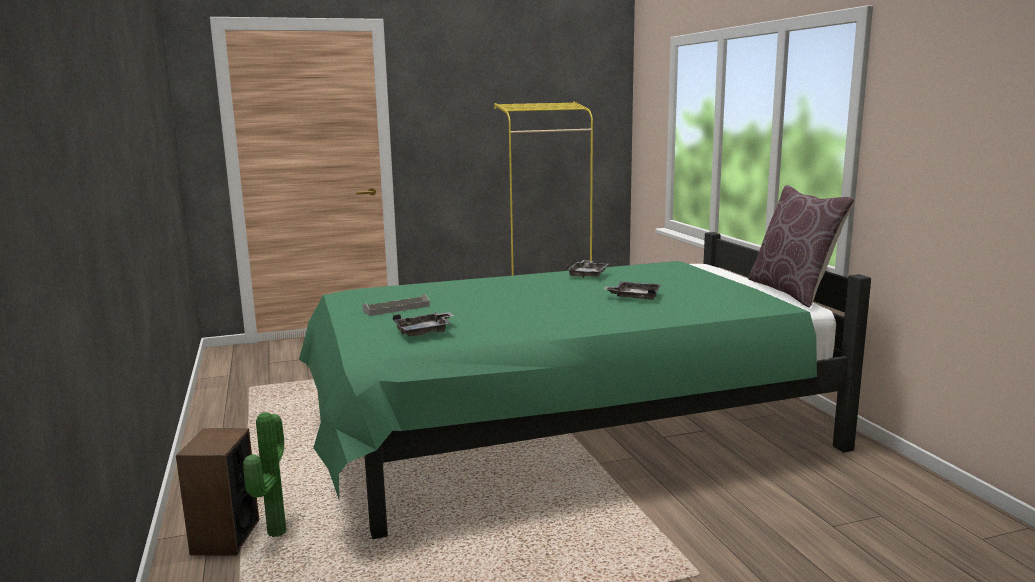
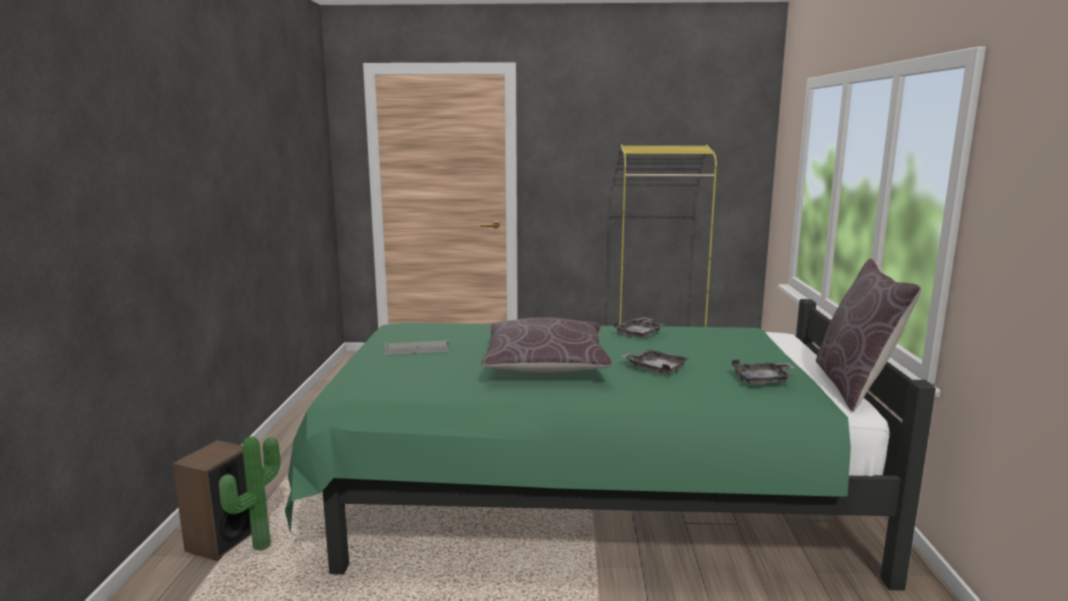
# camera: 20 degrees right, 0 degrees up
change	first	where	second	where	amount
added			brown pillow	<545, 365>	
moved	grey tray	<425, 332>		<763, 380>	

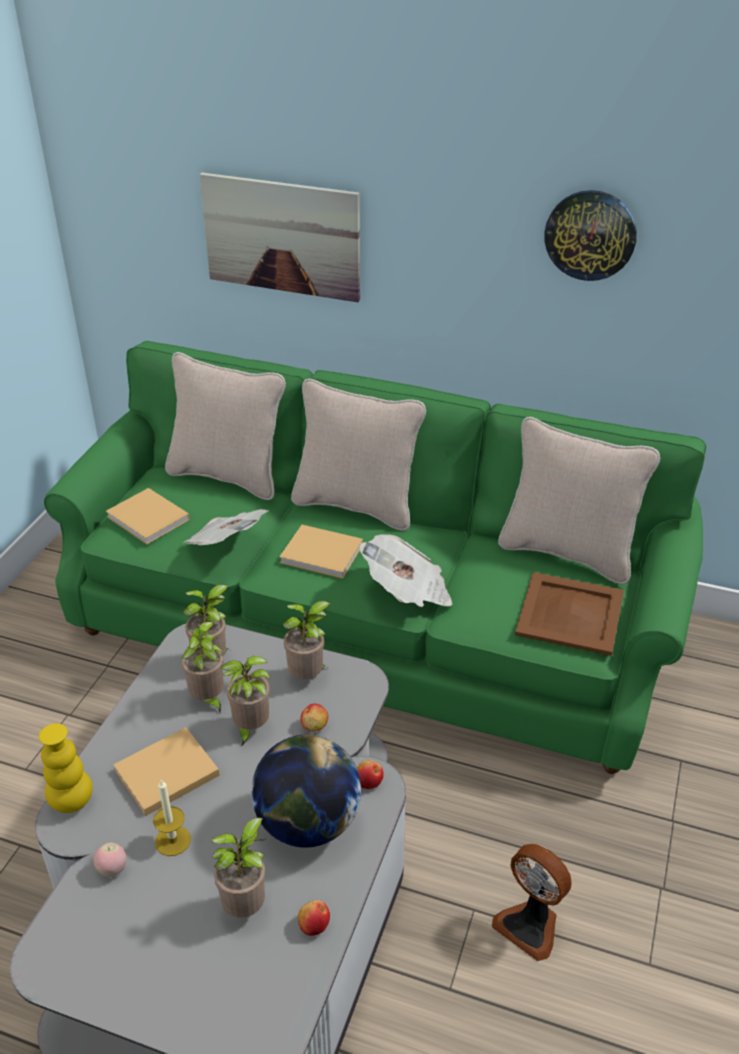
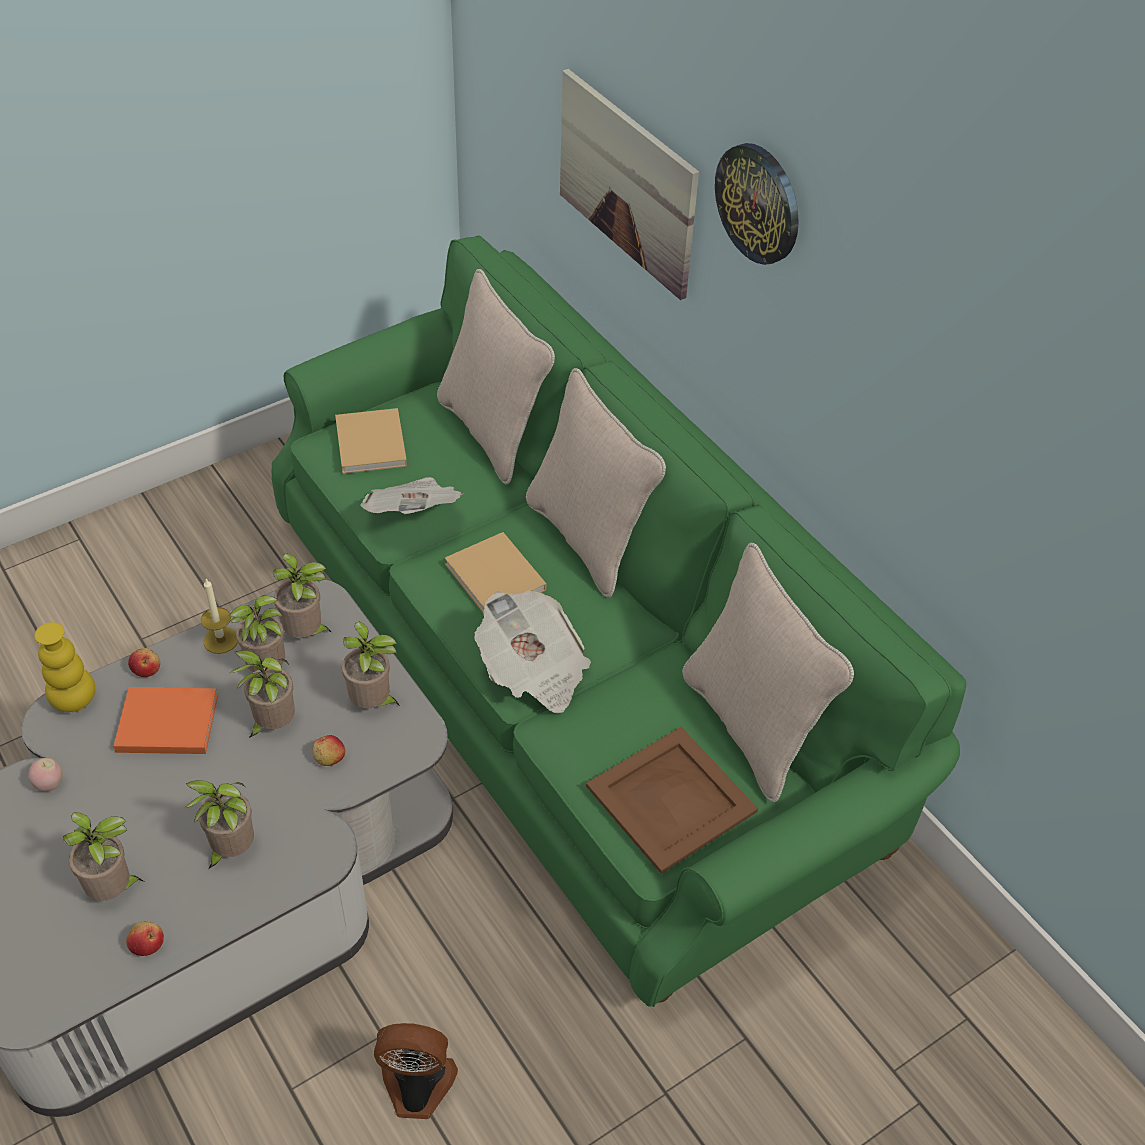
# camera: 35 degrees right, 10 degrees up
change	first	where	second	where	amount
recoloured	beige book	<164, 774>	orange book	<164, 723>	
moved	apple	<368, 781>		<146, 669>	
replaced	globe	<308, 824>	potted plant	<231, 850>	
moved	candle	<173, 840>		<221, 640>	
turned	fan	<530, 925>		<417, 1087>	105 degrees clockwise
moved	wall clock	<590, 235>		<759, 203>	

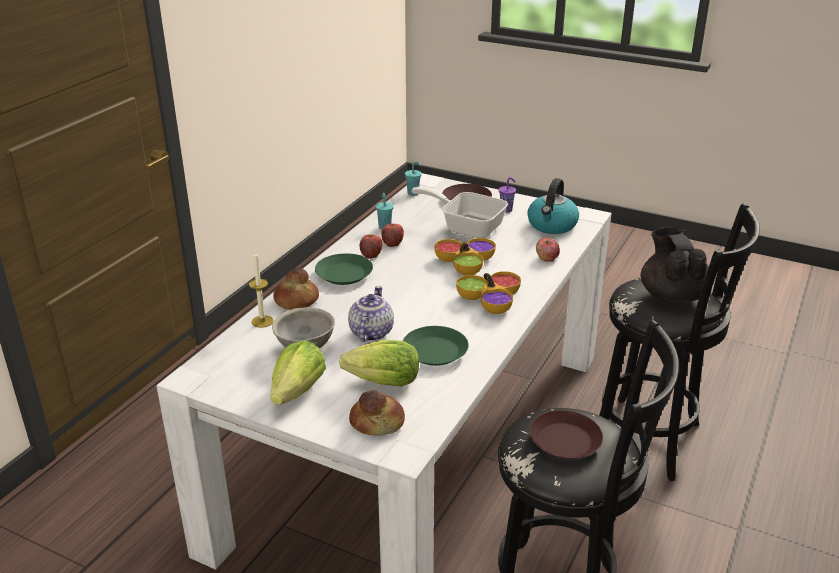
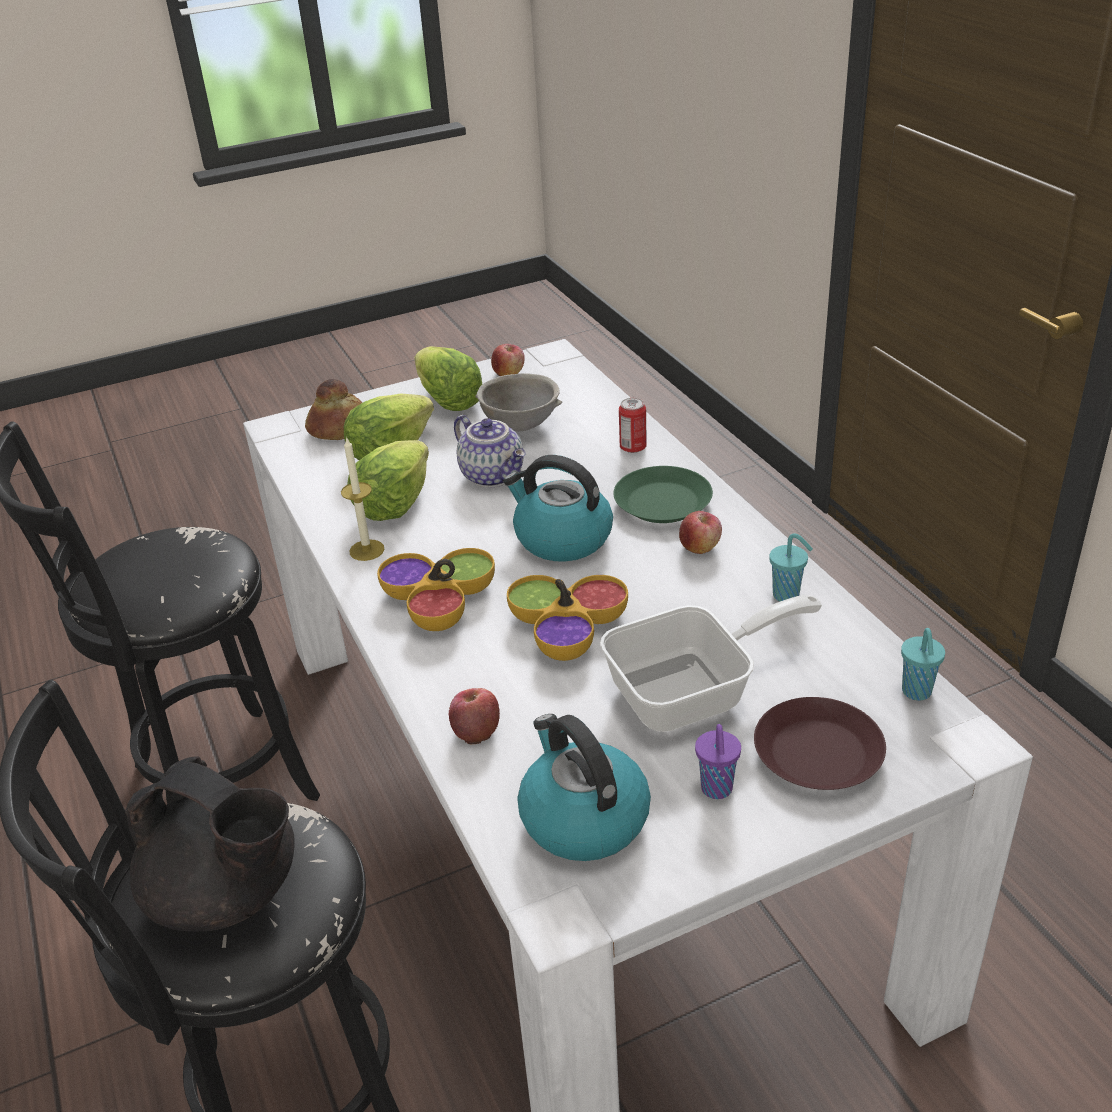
# camera: 130 degrees right, 5 degrees up
change	first	where	second	where	amount
moved	candle	<262, 321>		<367, 550>	
replaced	green plate	<435, 351>	lettuce	<393, 505>	
moved	apple	<392, 242>		<509, 373>	
added			kettle	<561, 538>	
replaced	bread	<296, 301>	can	<633, 448>	
removed	brown plate	<565, 441>			

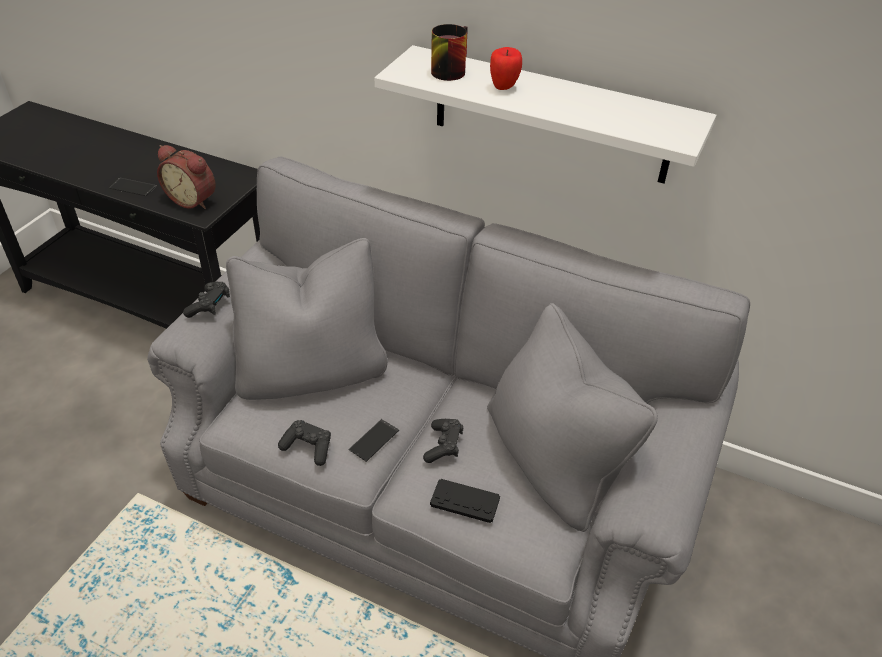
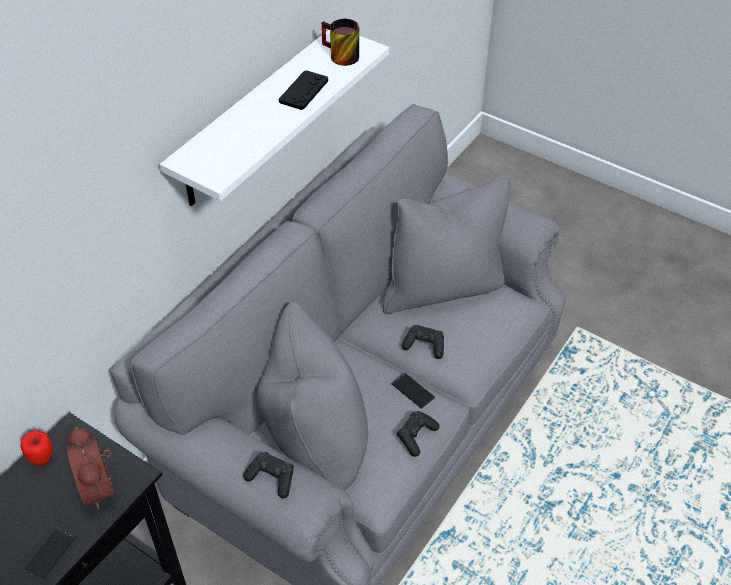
# camera: 80 degrees left, 5 degrees up
change	first	where	second	where	amount
moved	apple	<504, 87>		<42, 459>	
turned	alarm clock	<193, 199>		<101, 485>	120 degrees clockwise
moved	black game controller	<465, 501>		<303, 91>	
moved	mug	<448, 69>		<339, 56>	

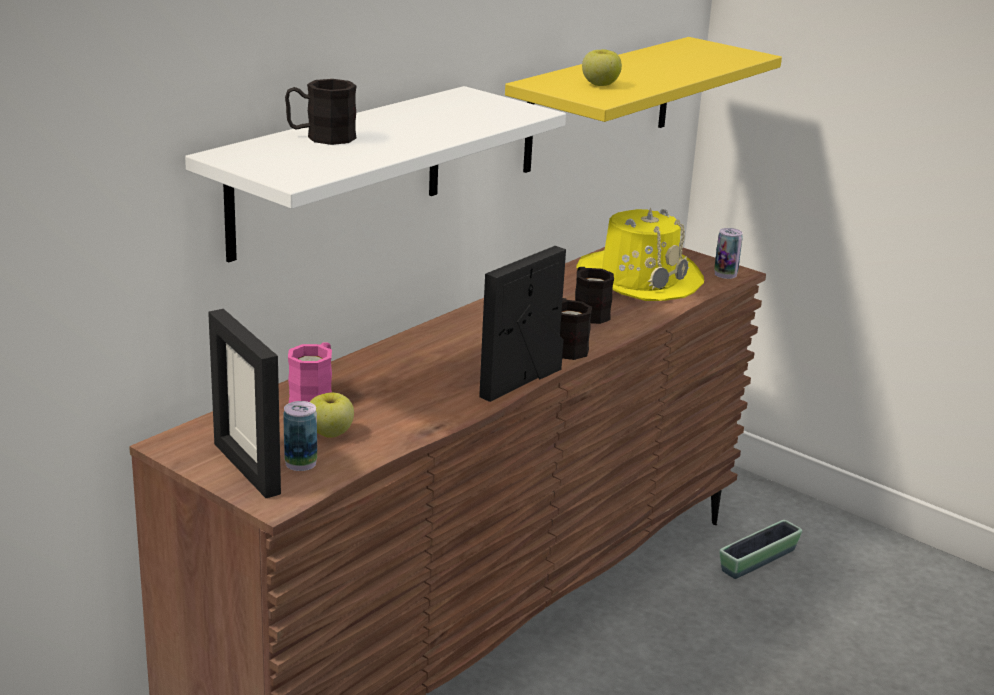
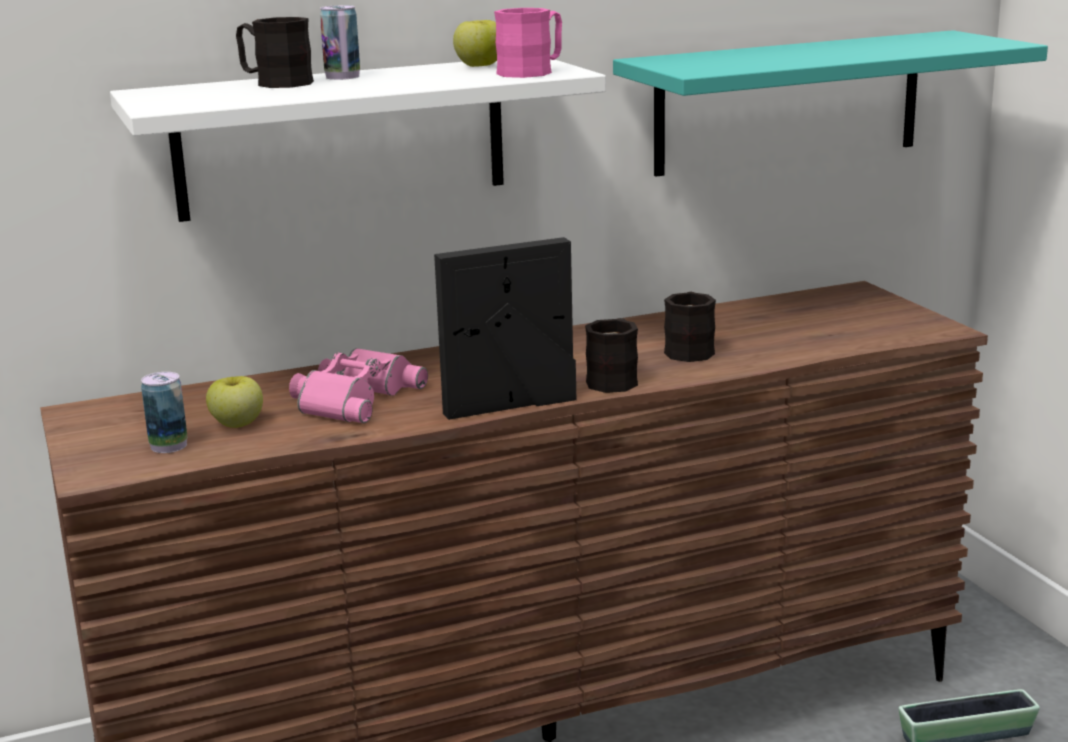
# camera: 30 degrees right, 5 degrees down
change	first	where	second	where	amount
added			pink binoculars	<353, 398>	
moved	can	<725, 274>		<342, 77>	
moved	apple	<600, 84>		<480, 66>	
moved	pink mug	<314, 395>		<533, 72>	
recoloured	yellow shelf	<600, 103>	turquoise shelf	<788, 102>	
removed	picture frame	<249, 467>			
removed	yellow hat	<639, 278>			

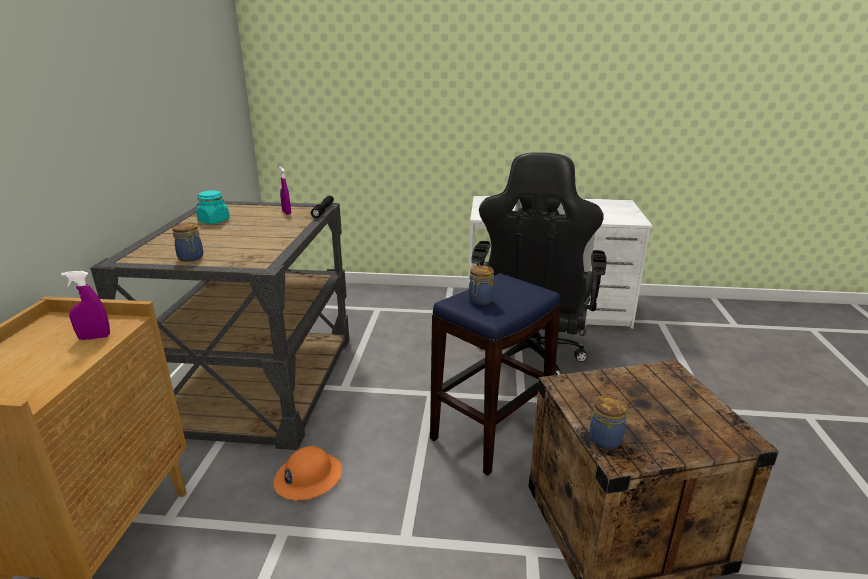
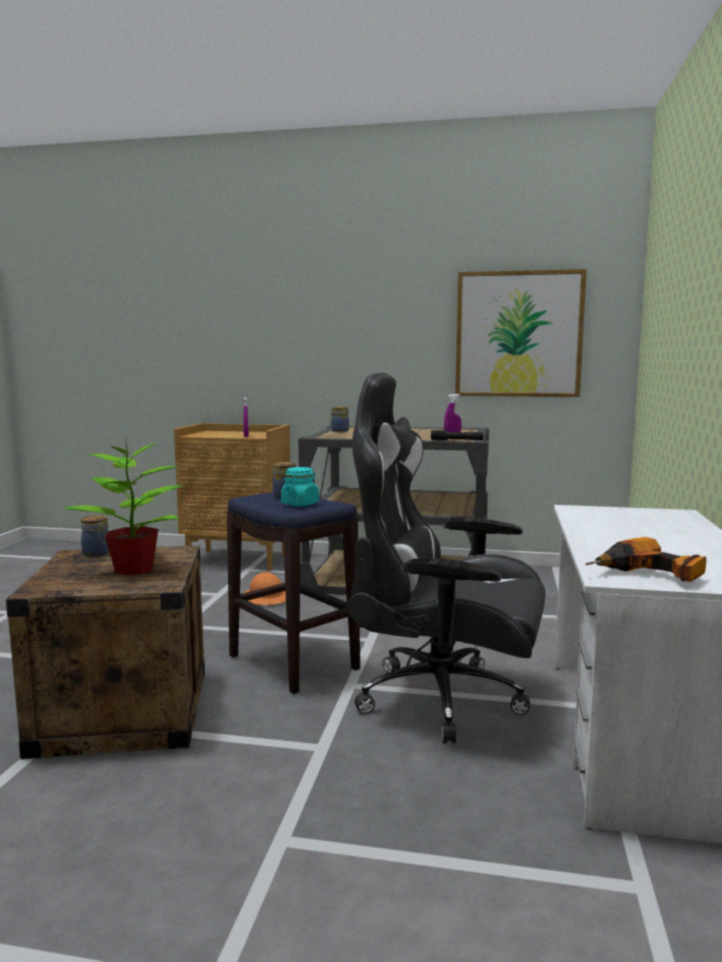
# camera: 95 degrees right, 15 degrees down
change	first	where	second	where	amount
added			potted plant	<135, 569>	
moved	turquoise jar	<214, 221>		<300, 504>	
added			picture	<518, 334>	
added			power drill	<648, 576>	

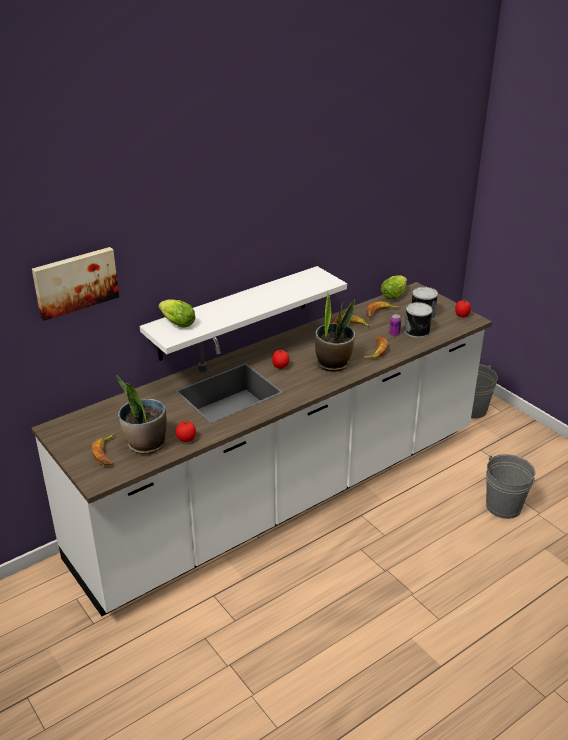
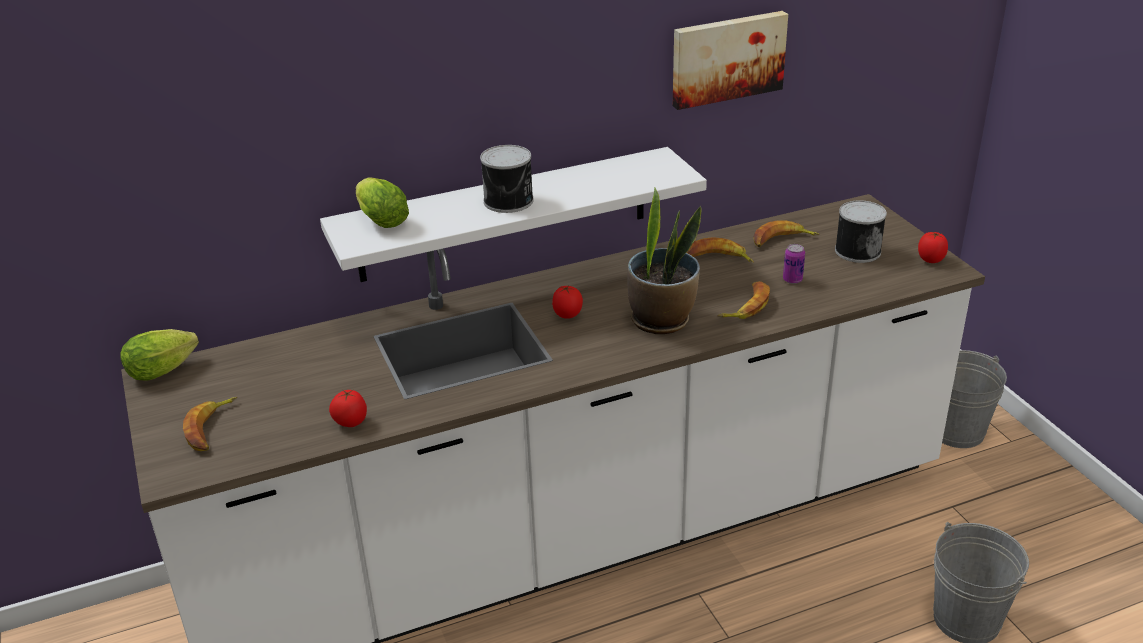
# camera: 15 degrees right, 0 degrees up
change	first	where	second	where	amount
moved	lettuce	<394, 295>		<166, 369>	
moved	can	<417, 331>		<510, 201>	
moved	picture	<75, 282>		<727, 58>	
removed	potted plant	<146, 444>			

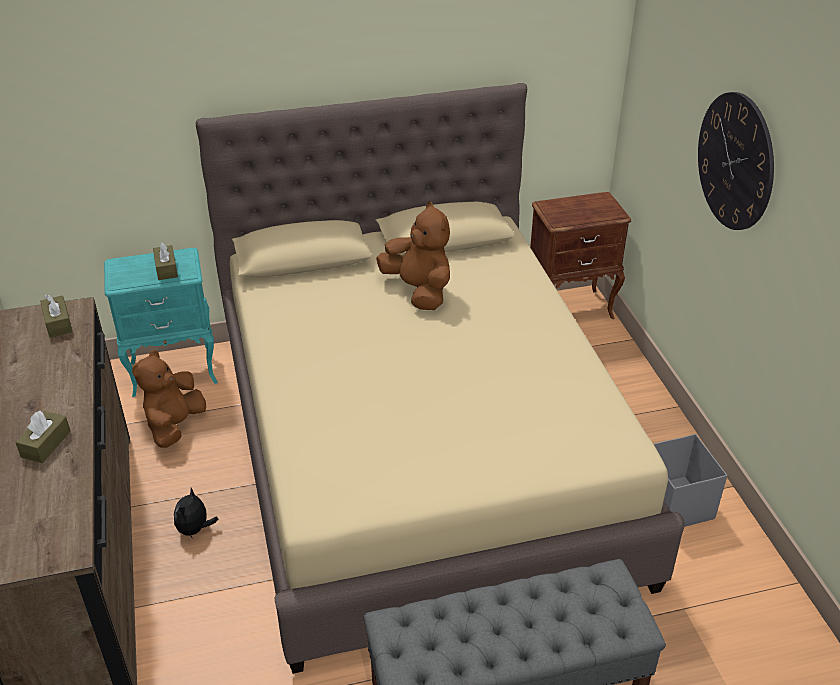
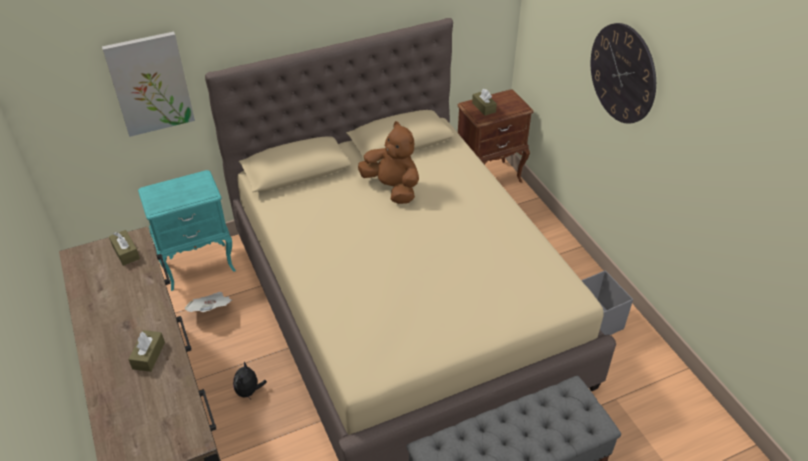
# camera: 10 degrees left, 5 degrees up
change	first	where	second	where	amount
added			picture	<150, 84>	
replaced	brown plush toy	<175, 426>	newspaper	<211, 310>	
moved	brown tissue box	<166, 269>		<483, 107>	

